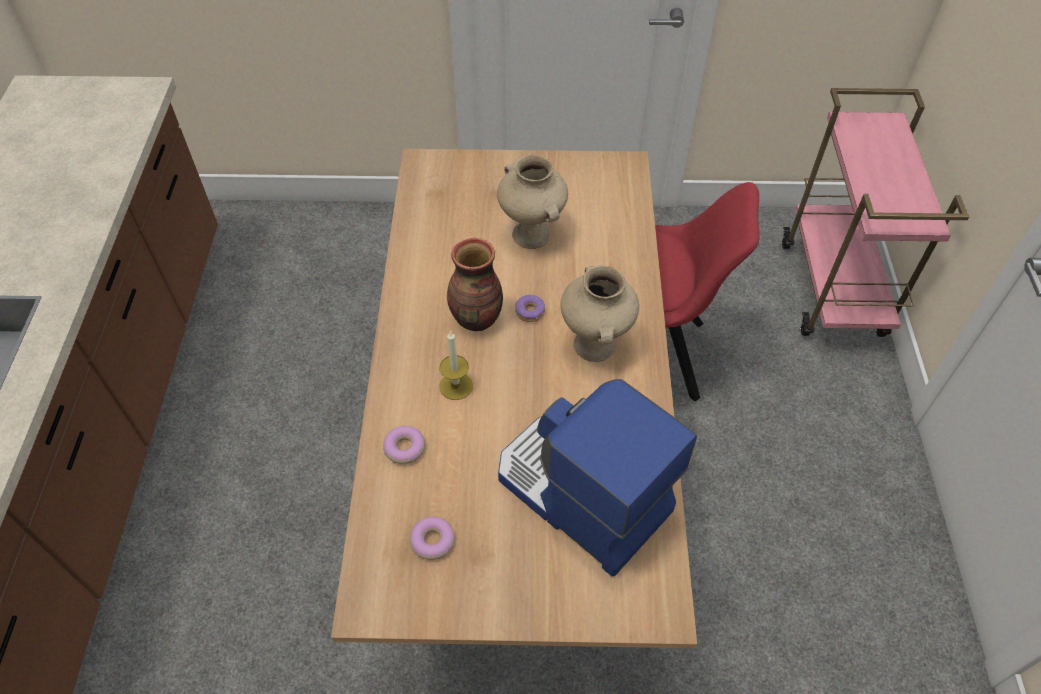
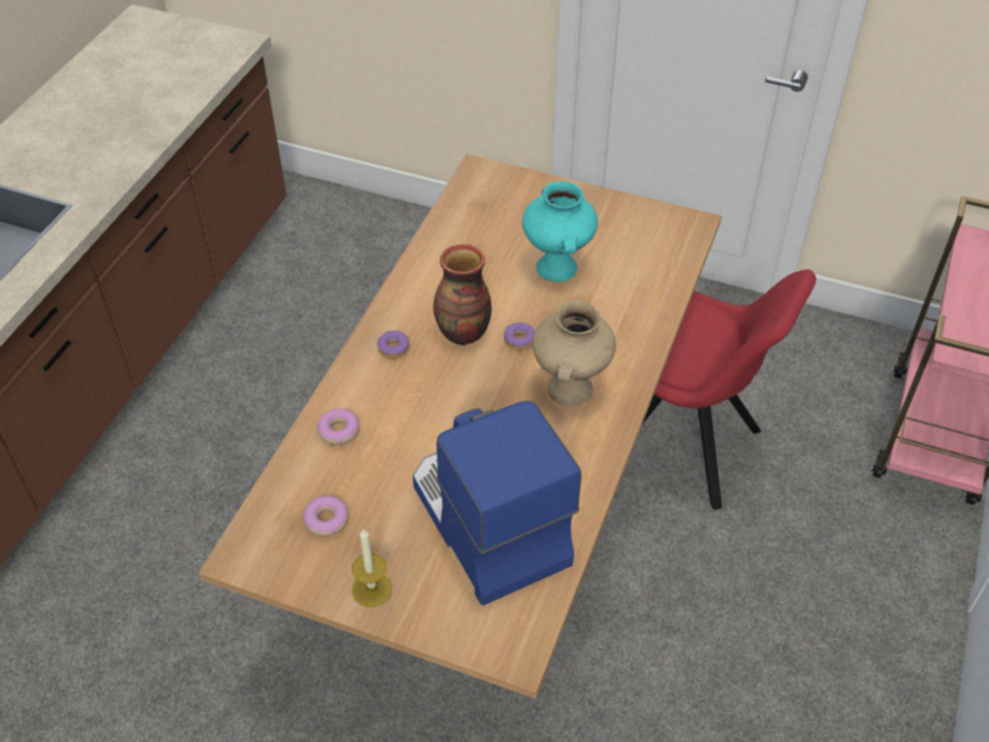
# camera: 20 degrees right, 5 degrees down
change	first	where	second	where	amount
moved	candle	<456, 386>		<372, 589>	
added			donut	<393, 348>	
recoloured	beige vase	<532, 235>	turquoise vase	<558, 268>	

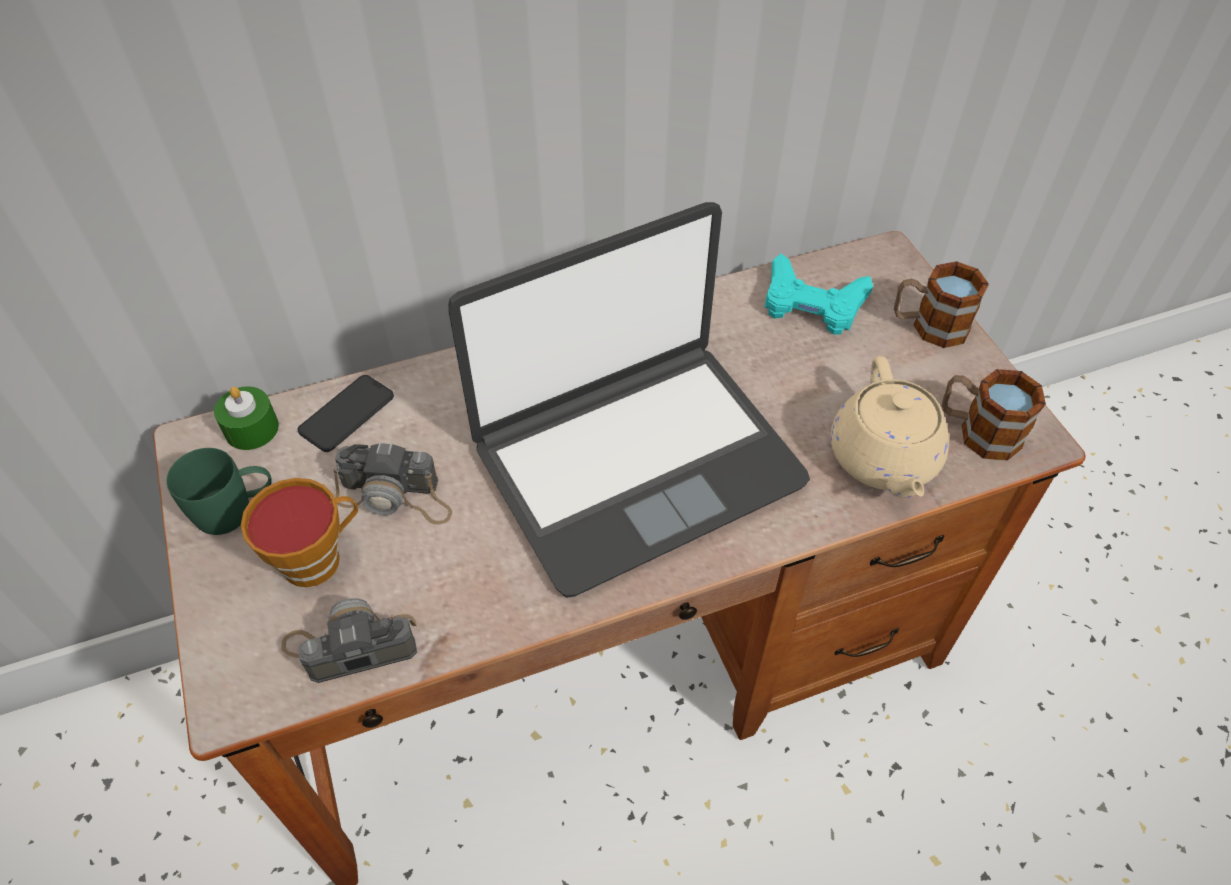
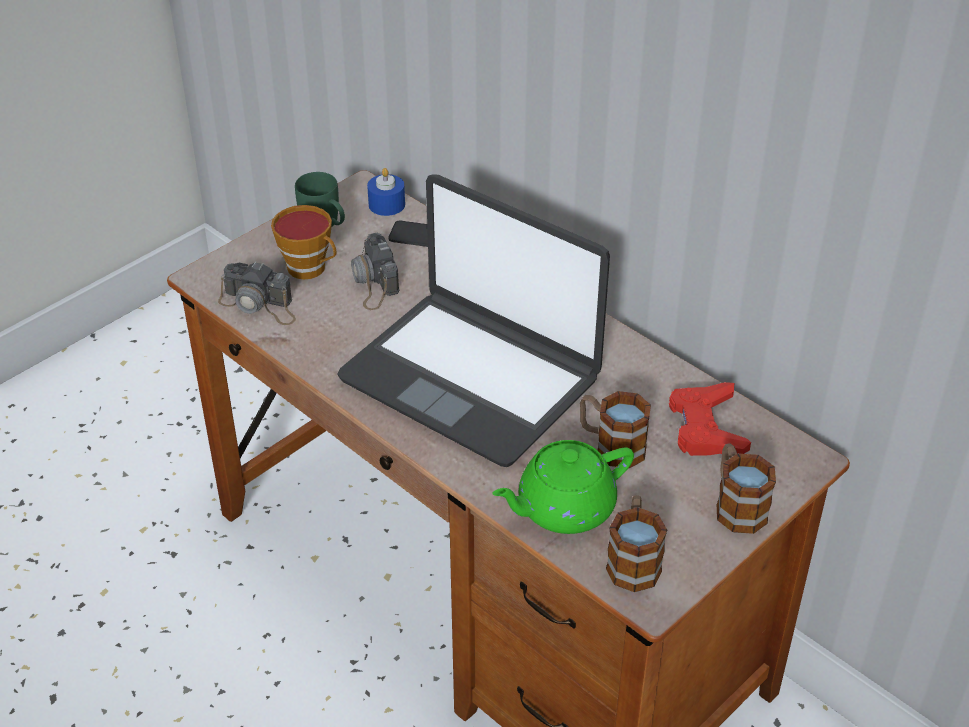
# camera: 65 degrees right, 10 degrees down
change	first	where	second	where	amount
turned	photo camera	<350, 645>		<260, 305>	150 degrees clockwise
recoloured	green candle	<252, 429>	blue candle	<386, 204>	
recoloured	beige teapot	<883, 459>	green teapot	<563, 508>	
added			mug	<611, 445>	
recoloured	turquoise game controller	<812, 303>	red game controller	<706, 427>	

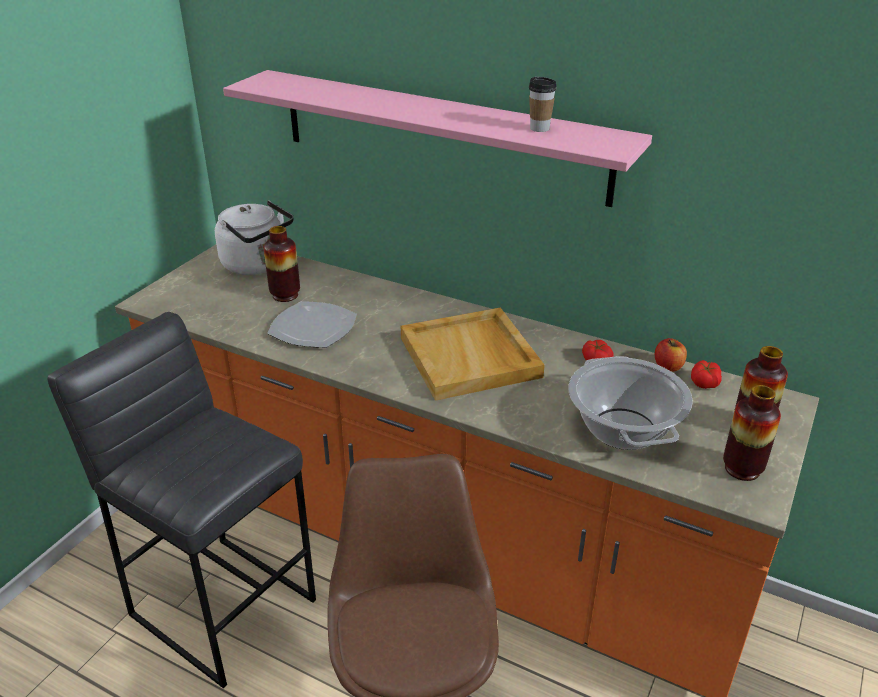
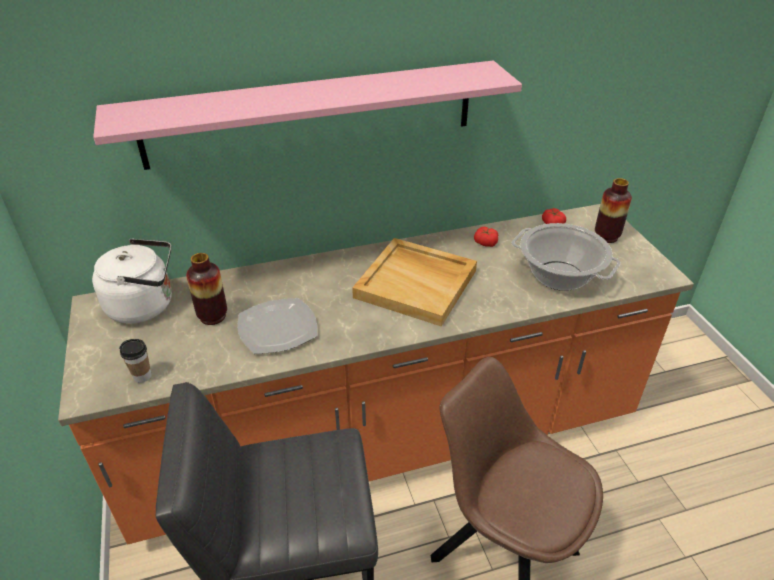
# camera: 45 degrees left, 5 degrees up
change	first	where	second	where	amount
moved	cup	<539, 128>		<142, 376>	
removed	apple	<668, 366>			
removed	vase	<742, 469>			

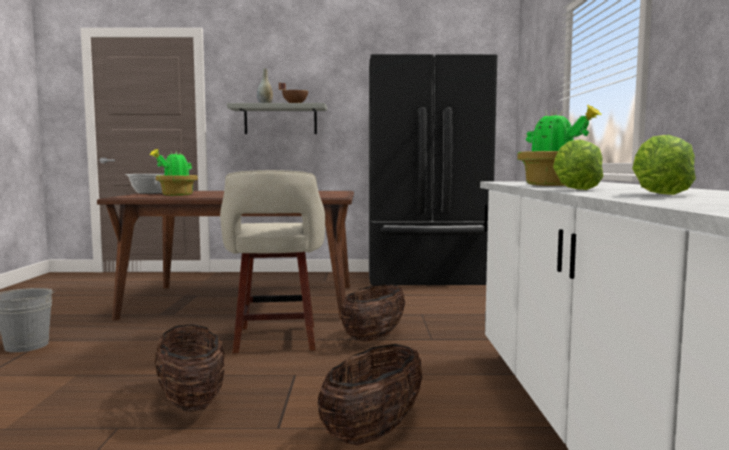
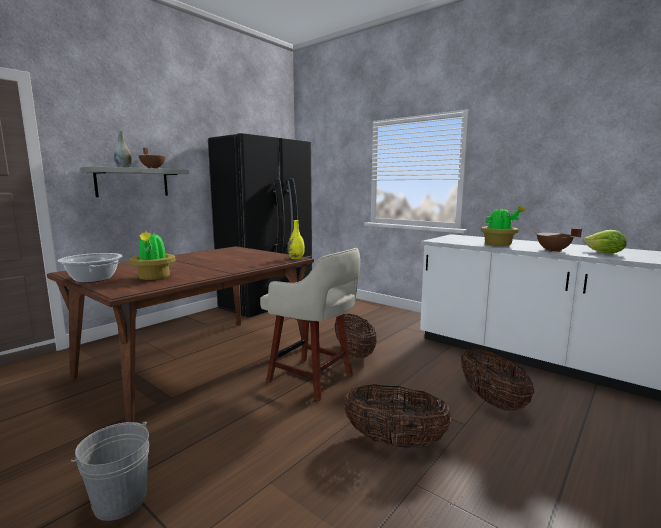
# camera: 50 degrees left, 5 degrees up
change	first	where	second	where	amount
added			yellow vase	<296, 258>	
replaced	lettuce	<575, 190>	brown cooking pot	<553, 251>	

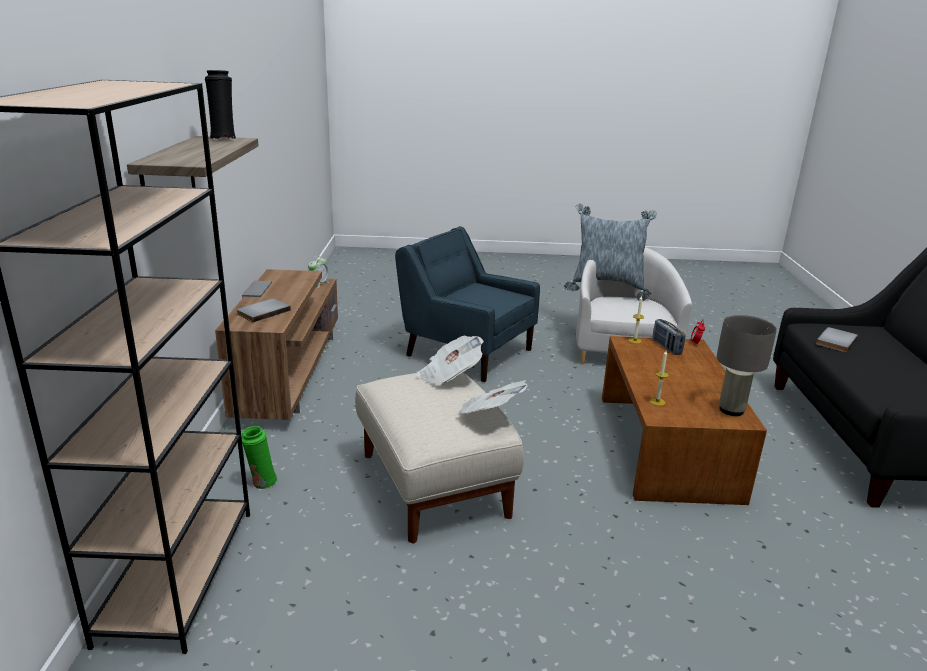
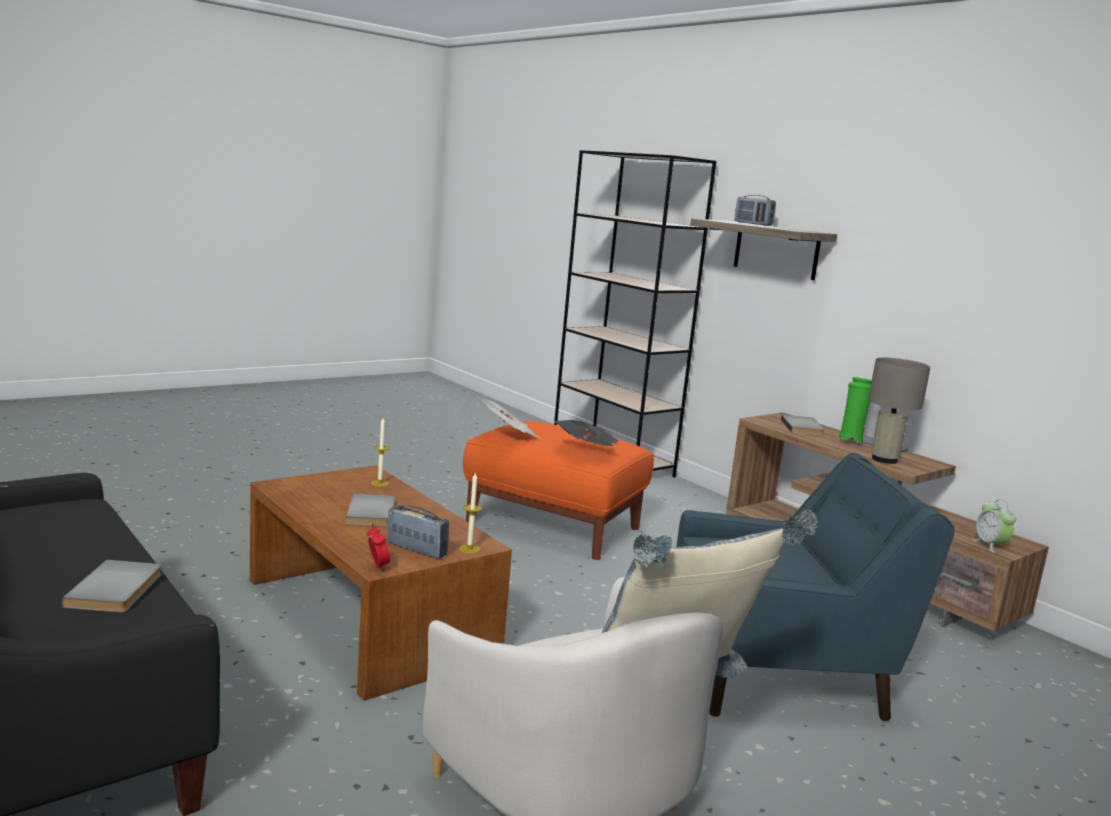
# camera: 140 degrees right, 10 degrees down
change	first	where	second	where	amount
added			grey book	<373, 513>	
recoloured	beige ottoman	<434, 483>	orange ottoman	<553, 525>	
added			radio	<752, 224>	
moved	green vase	<261, 482>		<850, 439>	
moved	grey table lamp	<730, 410>		<885, 459>	
removed	black vase	<223, 138>			

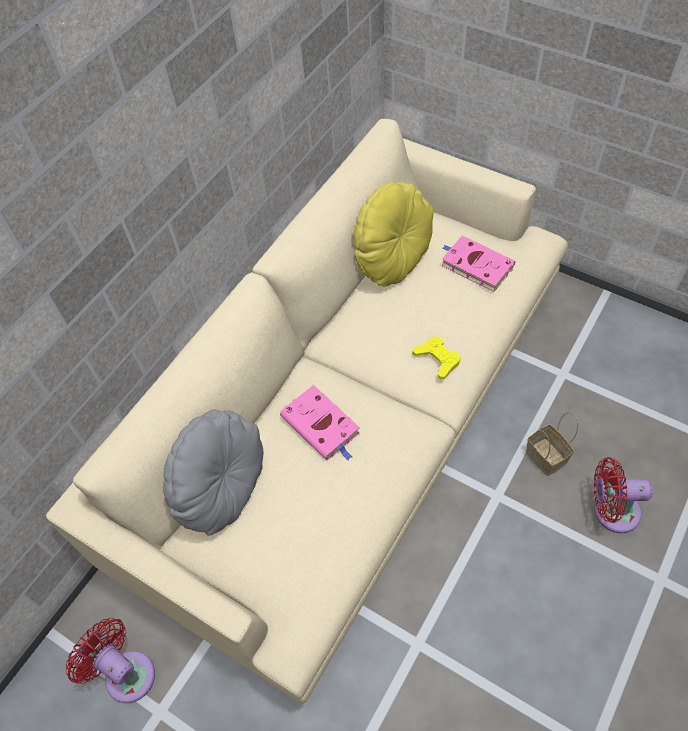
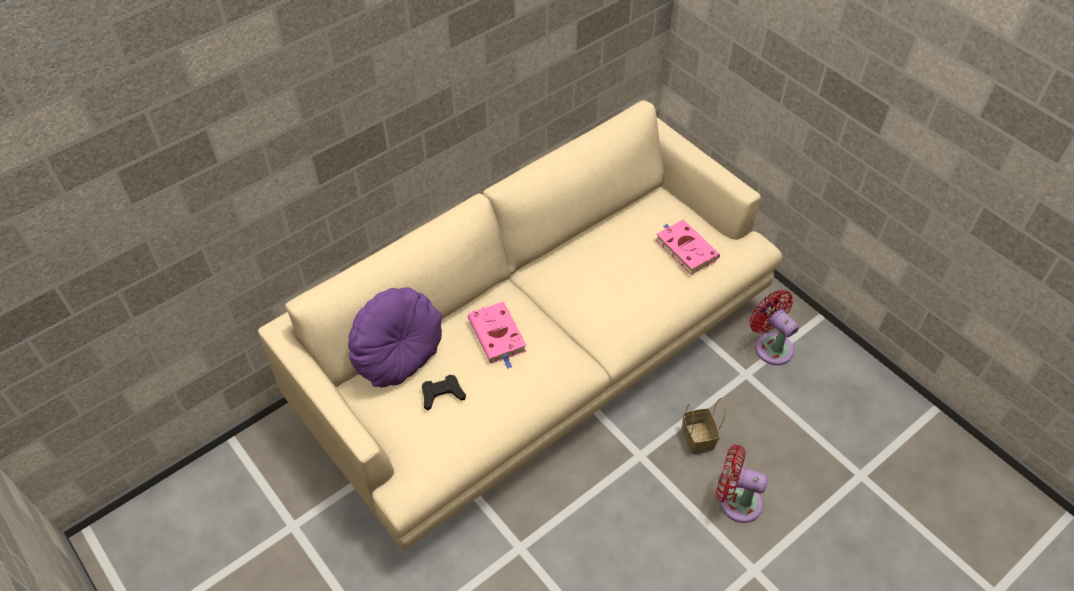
# camera: 15 degrees right, 5 degrees down
change	first	where	second	where	amount
recoloured	grey pillow	<225, 492>	purple pillow	<400, 362>	
added			black game controller	<442, 394>	
moved	red fan	<126, 672>		<771, 346>	
removed	yellow pillow	<393, 263>			
removed	yellow game controller	<437, 359>			

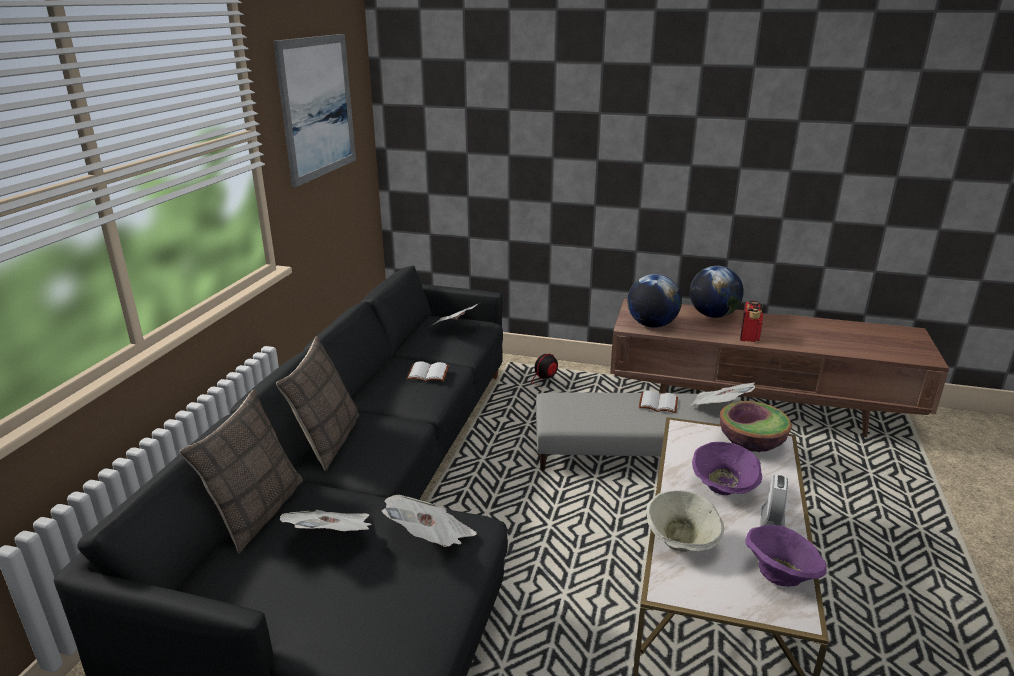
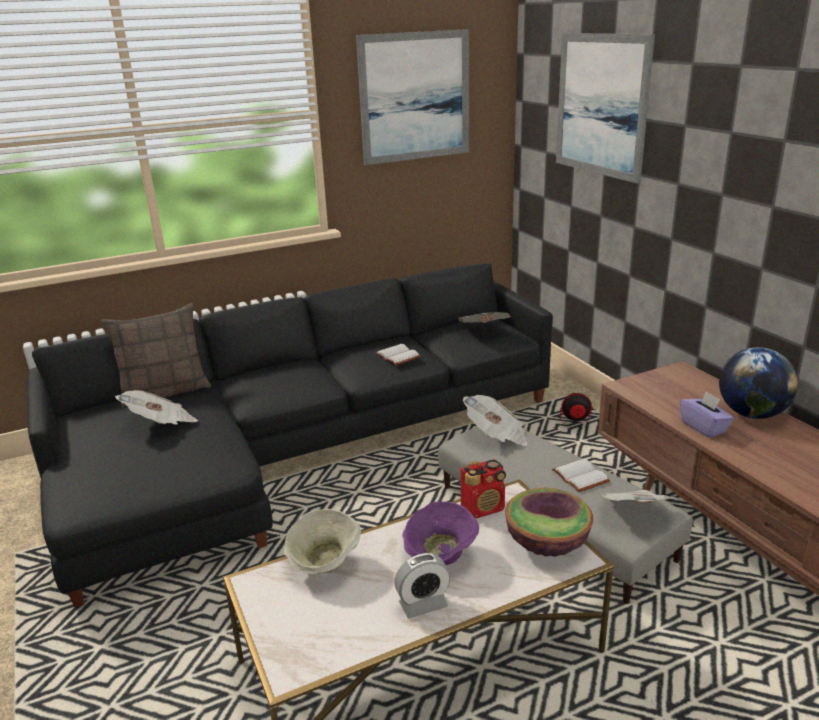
# camera: 50 degrees right, 0 degrees up
change	first	where	second	where	amount
moved	radio	<749, 336>		<483, 508>	
moved	newspaper	<431, 539>		<496, 435>	
added			picture	<601, 105>	
added			purple tissue box	<704, 427>	
removed	pillow	<327, 441>			
removed	globe	<652, 325>			
removed	purple bowl	<781, 575>			

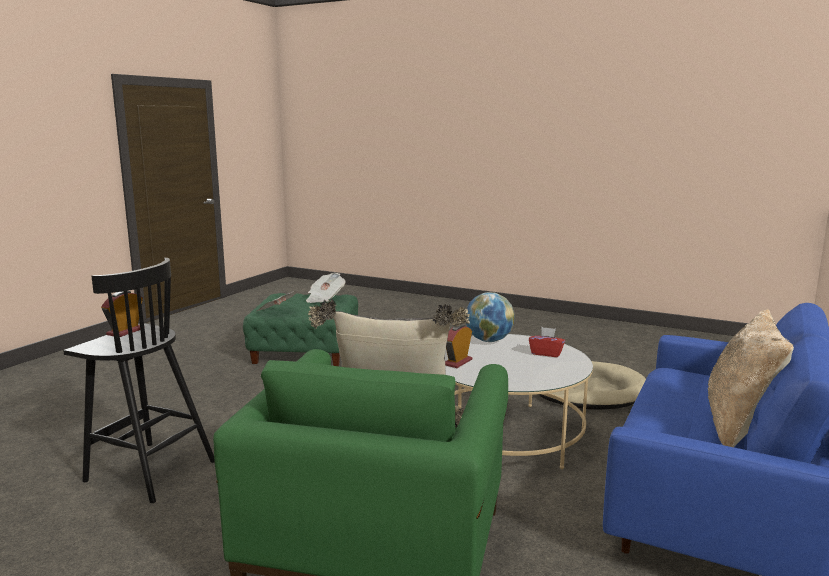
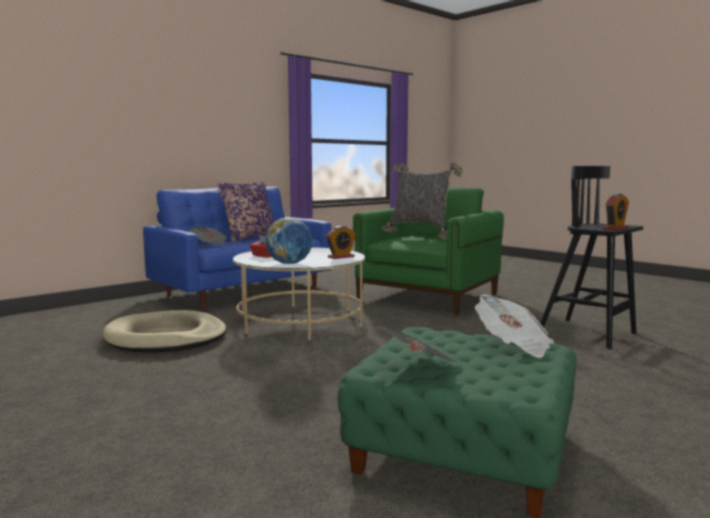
# camera: 160 degrees left, 5 degrees down
change	first	where	second	where	amount
added			newspaper	<210, 246>	
recoloured	beige pillow	<738, 431>	purple pillow	<250, 238>	

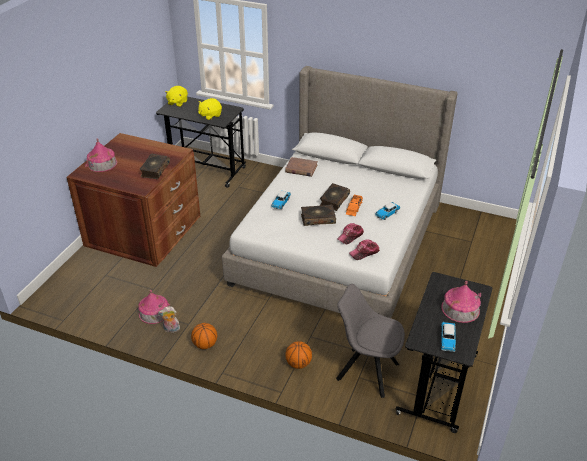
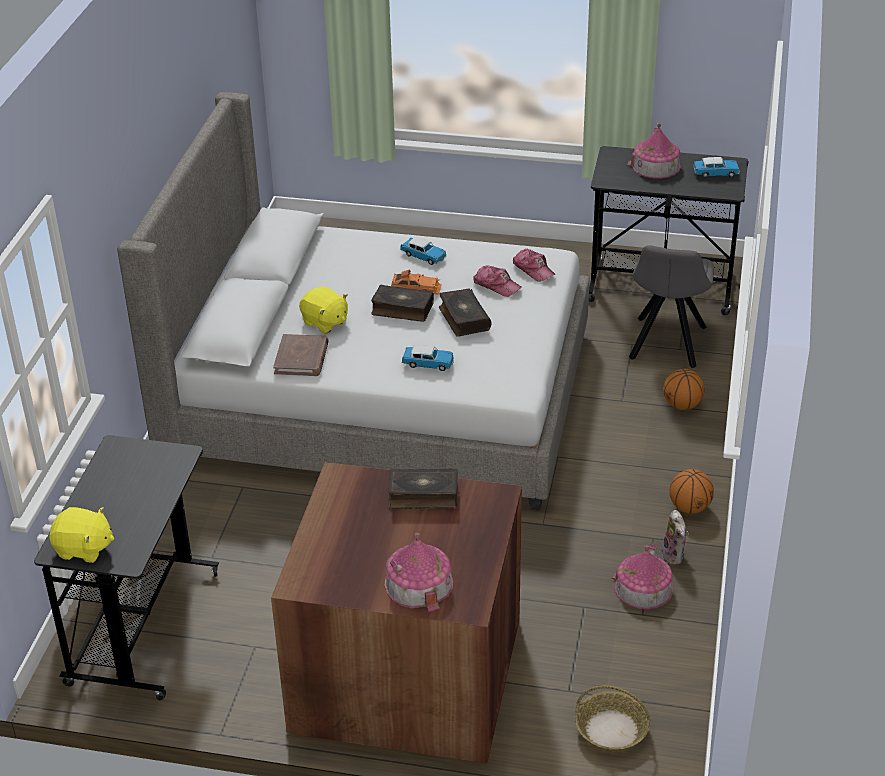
# camera: 100 degrees left, 0 degrees up
change	first	where	second	where	amount
moved	yellow plush toy	<210, 115>		<325, 322>	
added			basket	<611, 730>	

